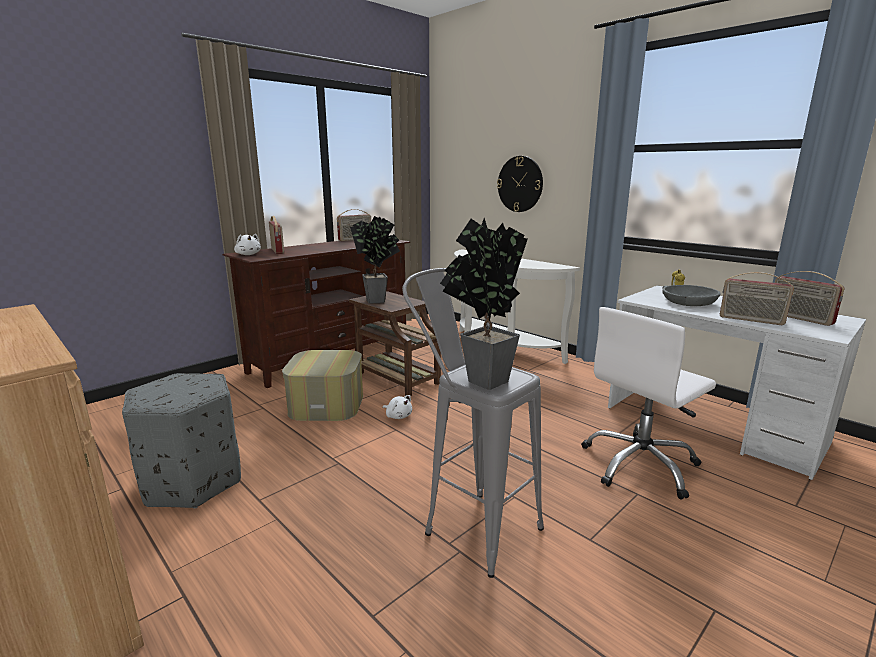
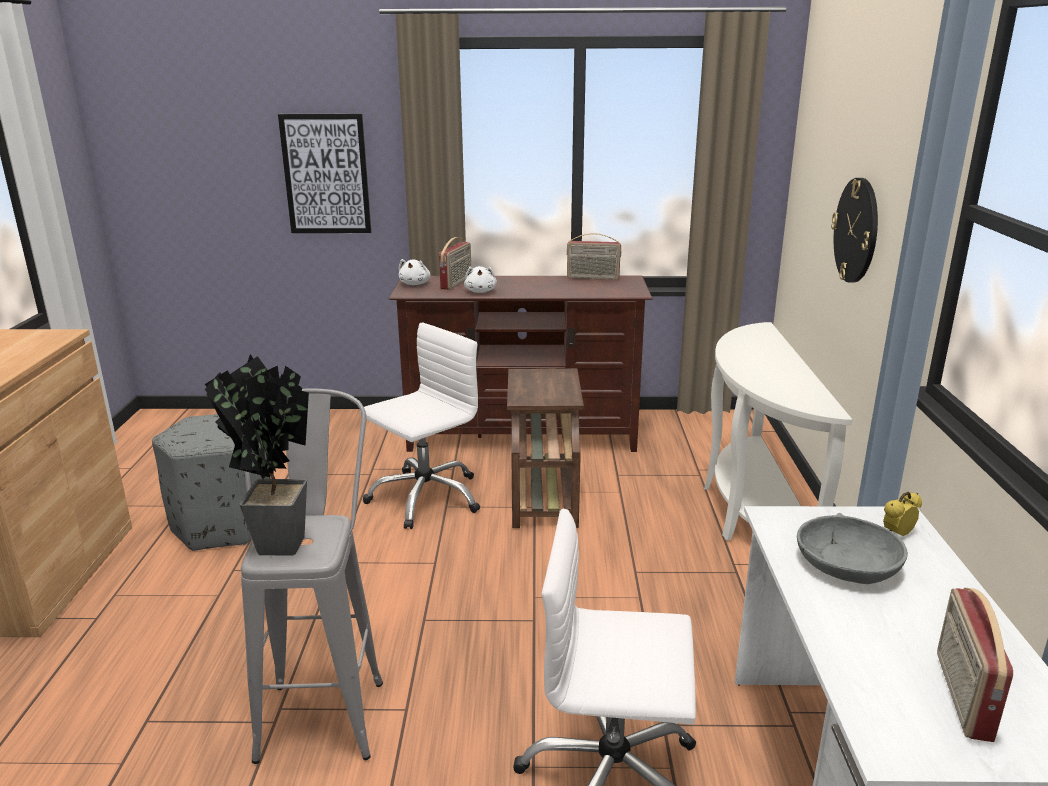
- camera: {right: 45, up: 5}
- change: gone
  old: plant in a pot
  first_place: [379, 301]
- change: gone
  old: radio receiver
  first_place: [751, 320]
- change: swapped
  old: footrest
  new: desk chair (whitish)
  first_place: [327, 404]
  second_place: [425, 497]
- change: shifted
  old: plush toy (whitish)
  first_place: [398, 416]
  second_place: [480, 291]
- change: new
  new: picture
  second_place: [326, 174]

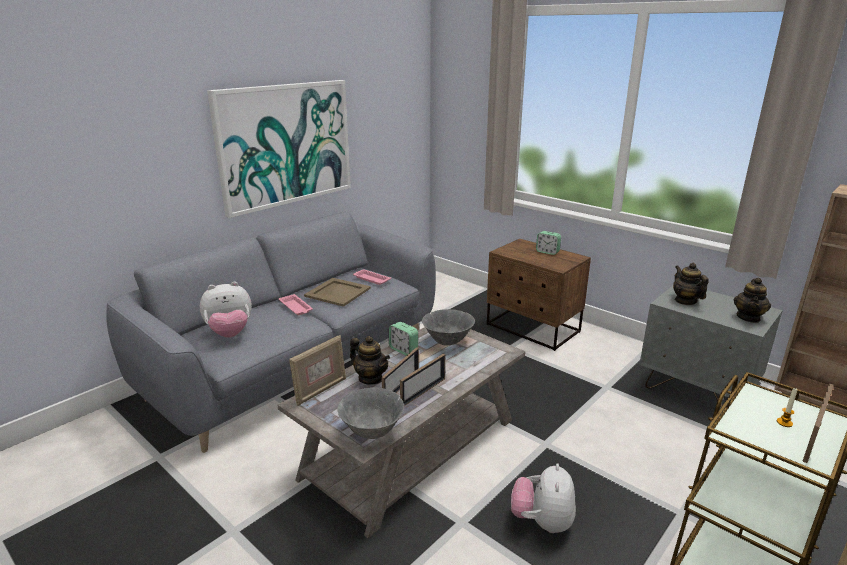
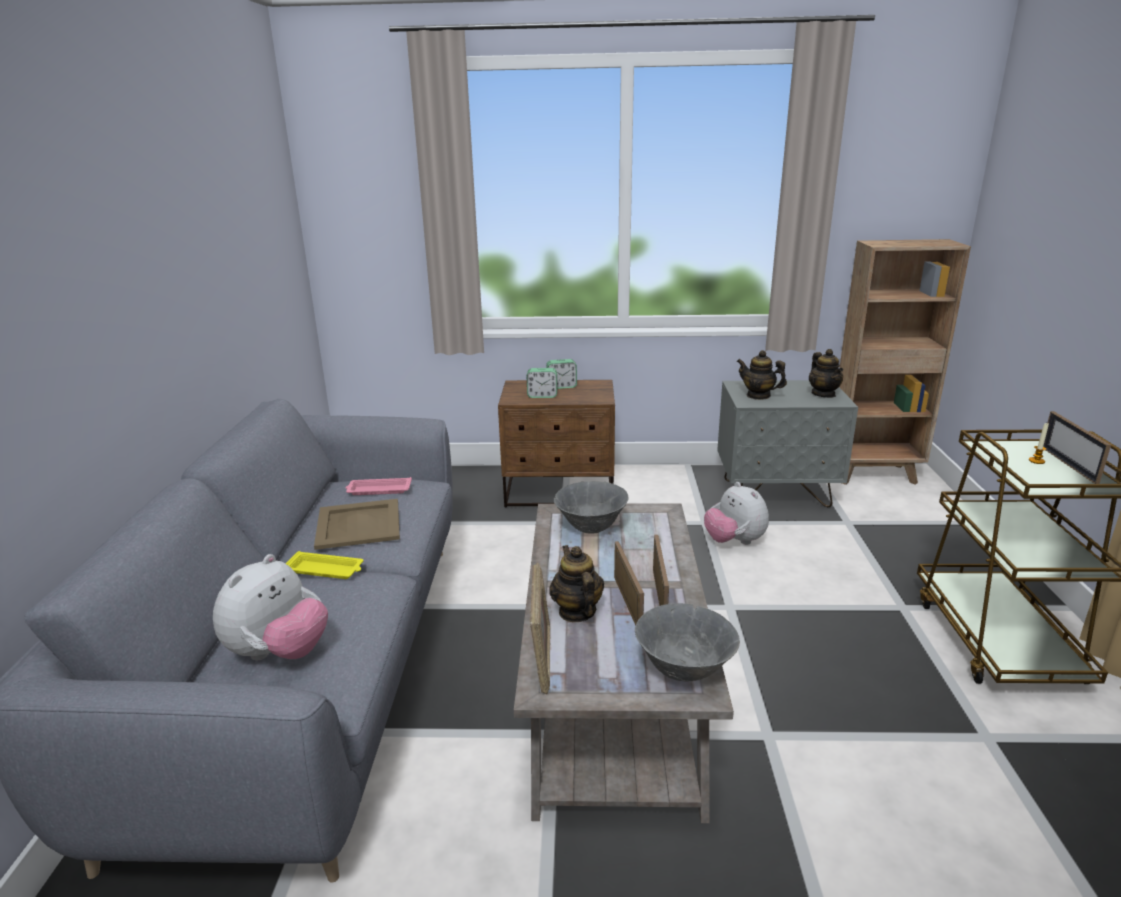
- camera: {right: -40, up: 0}
- change: gone
  old: picture
  first_place: [285, 144]
- change: repainted
  old: tray (pinkish)
  new: tray (yellowish)
  first_place: [296, 307]
  second_place: [325, 570]
- change: shifted
  old: table clock
  first_place: [403, 350]
  second_place: [542, 396]
- change: rotated
  old: teapot
  first_place: [370, 378]
  second_place: [576, 611]
  degrees: -105
- change: shifted
  old: plush toy
  first_place: [542, 522]
  second_place: [734, 541]

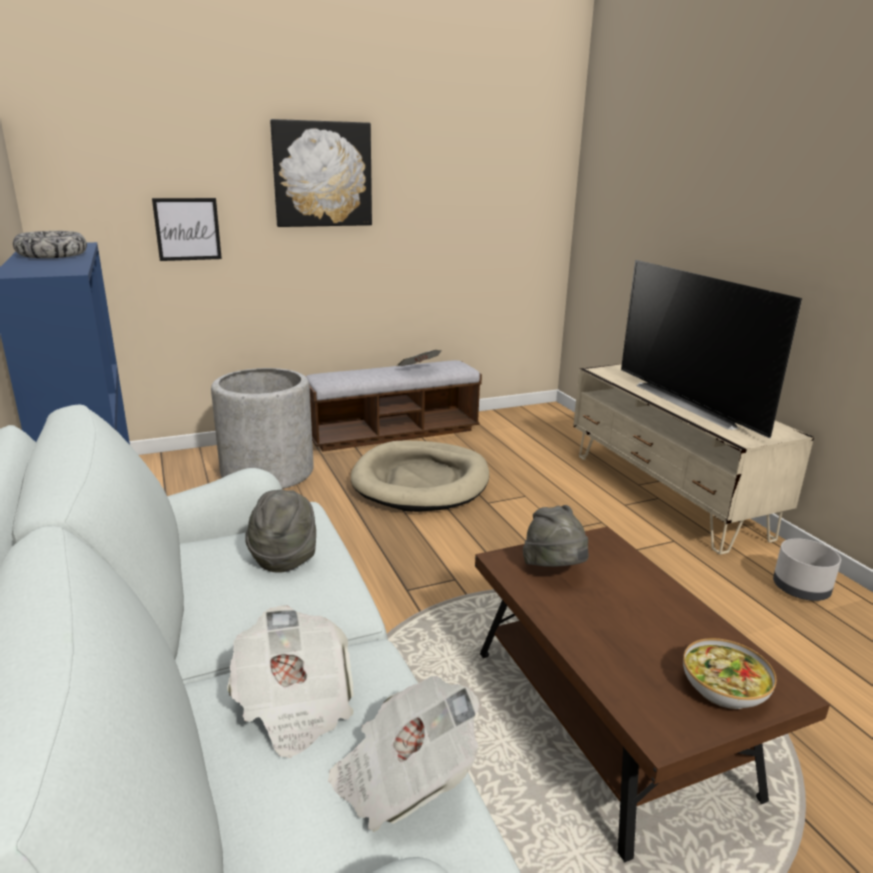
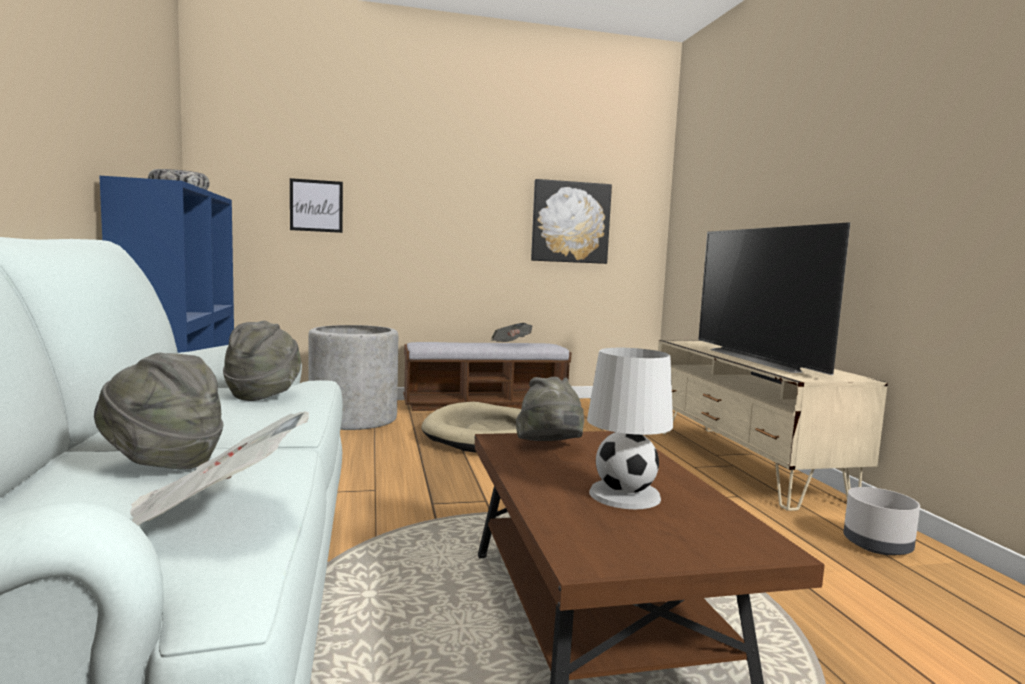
- camera: {right: 10, up: -15}
- change: shifted
  old: picture
  first_place: [322, 174]
  second_place: [570, 222]
- change: swapped
  old: printed paper
  new: wearable hat (greyish)
  first_place: [294, 705]
  second_place: [162, 462]
- change: gone
  old: deep dish
  first_place: [724, 688]
- change: new
  new: table lamp (whitish)
  second_place: [624, 495]

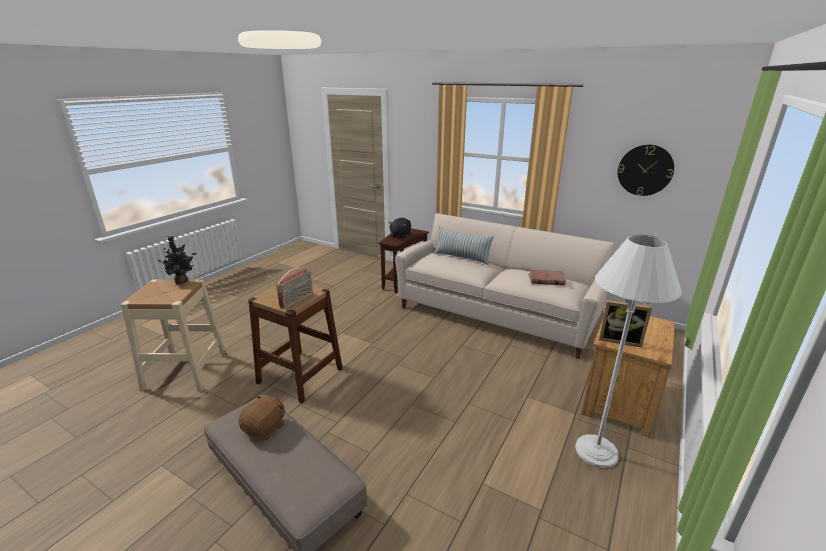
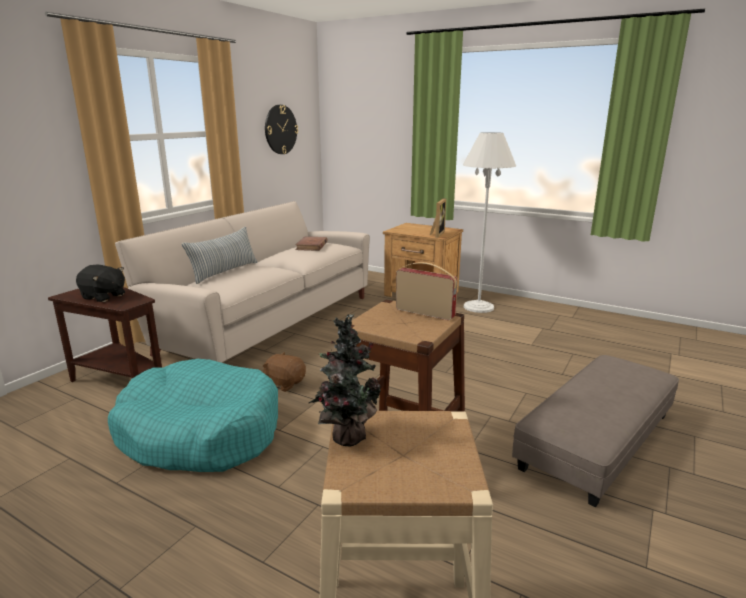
- camera: {right: -90, up: -5}
- change: shifted
  old: plush toy (brown)
  first_place: [265, 428]
  second_place: [285, 383]
- change: new
  new: dog bed (blue-green)
  second_place: [200, 432]

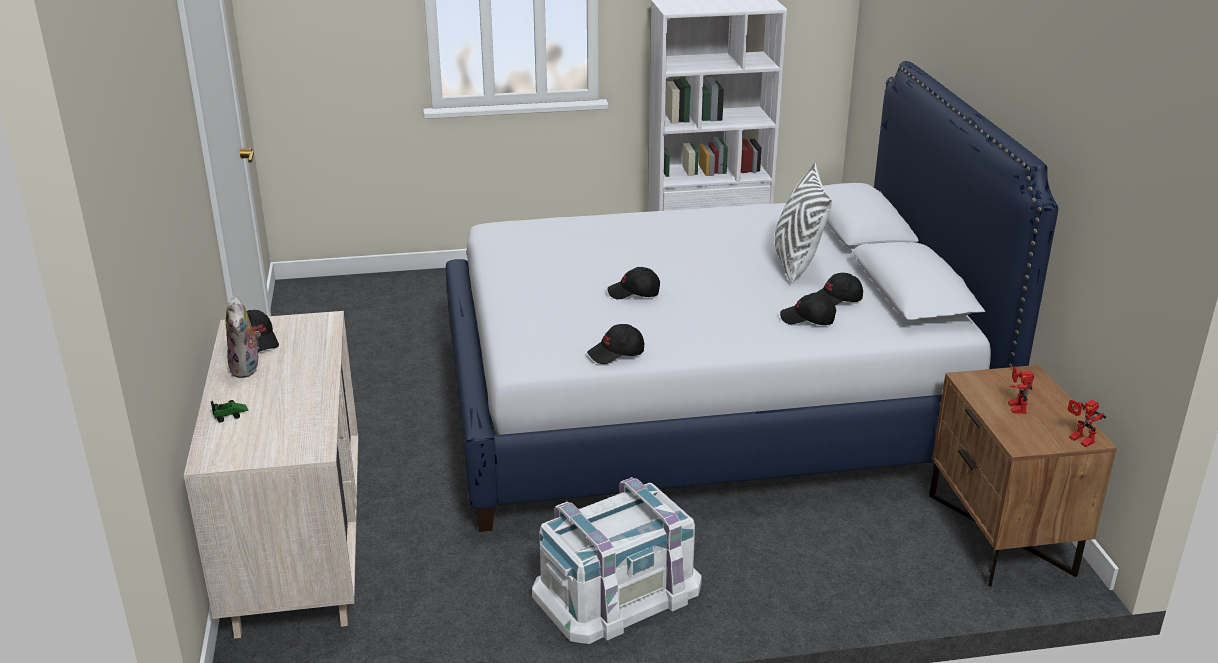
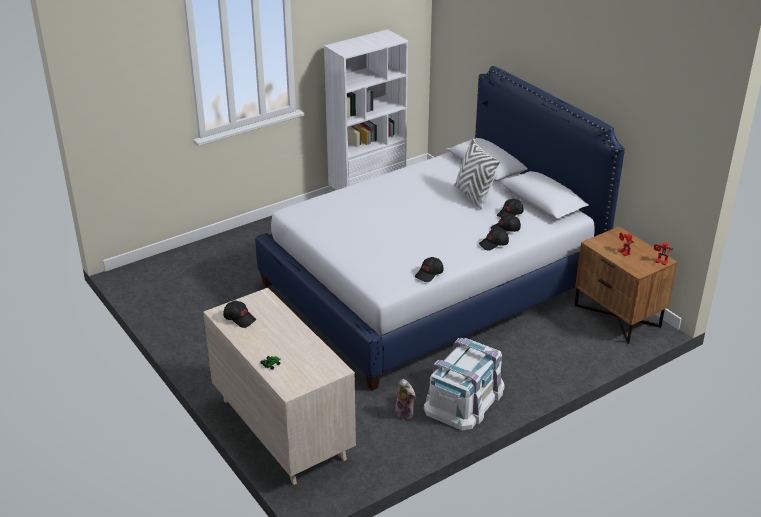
- camera: {right: -25, up: 5}
- change: shifted
  old: peaked cap (black-coloured)
  first_place: [634, 293]
  second_place: [494, 244]
- change: shifted
  old: plush toy
  first_place: [247, 369]
  second_place: [406, 413]

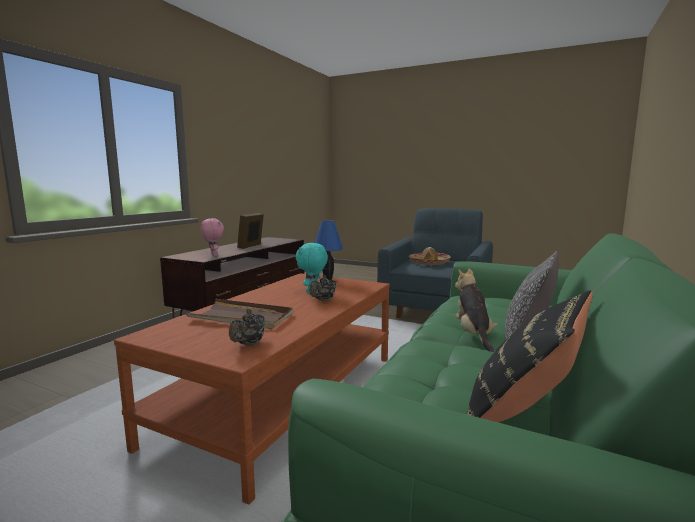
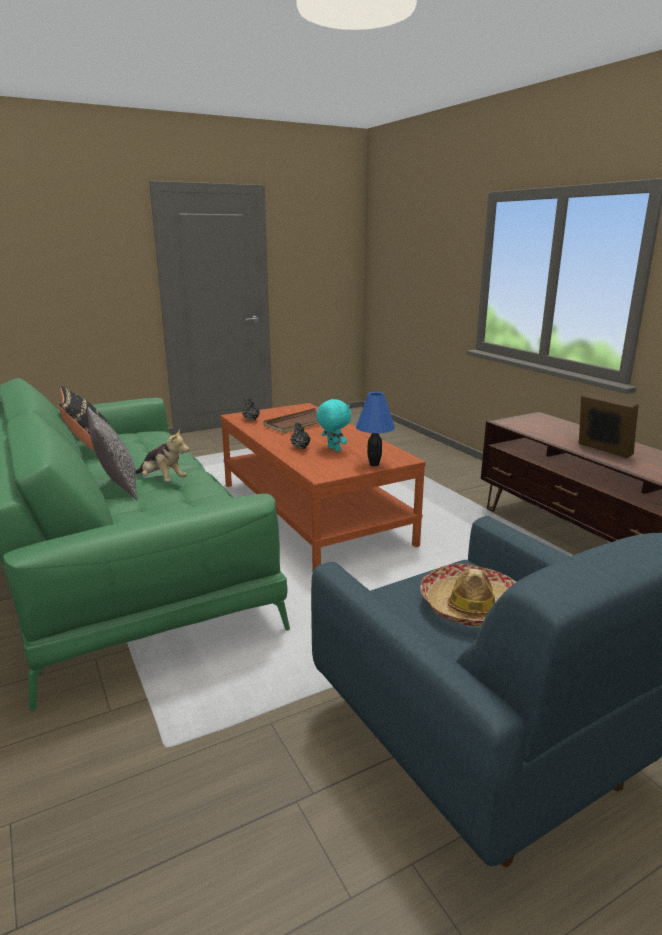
- camera: {right: 125, up: 10}
- change: gone
  old: plush toy (pinkish)
  first_place: [213, 255]

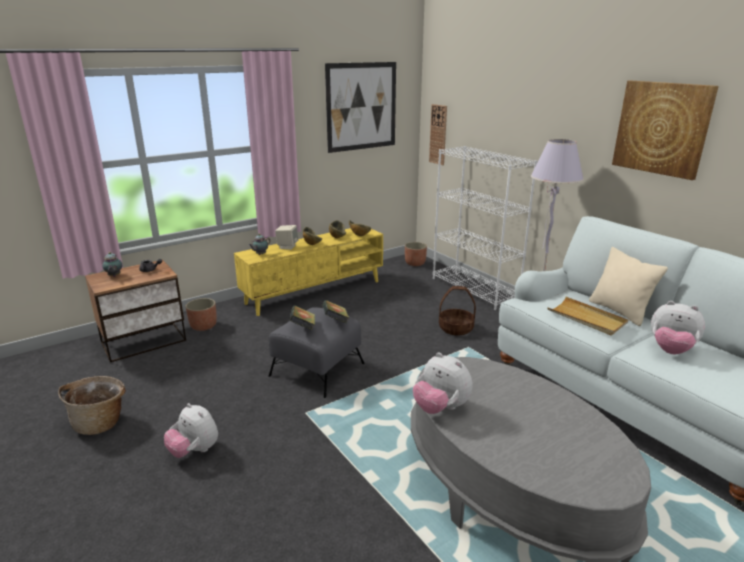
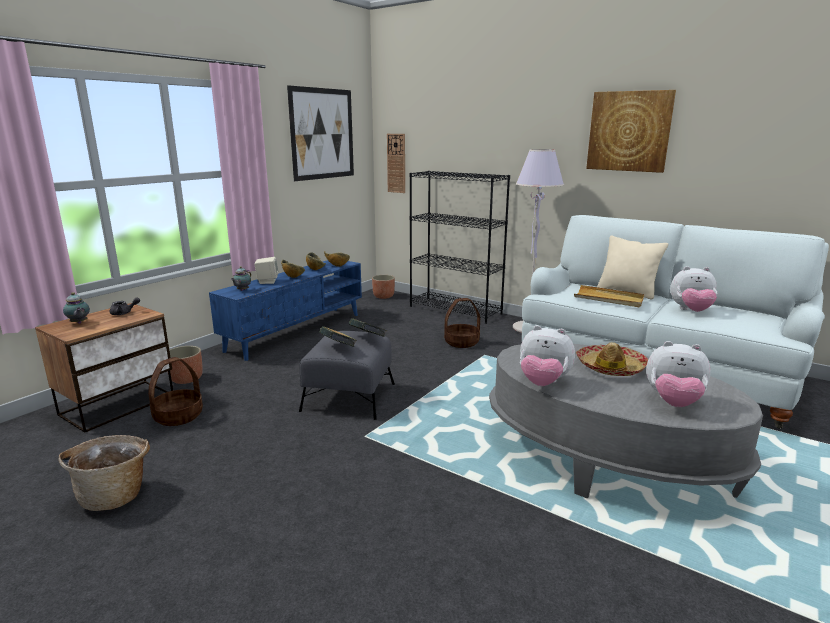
- camera: {right: -20, up: -5}
- change: repainted
  old: bookcase (whitish)
  new: bookcase (black-coloured)
  first_place: [475, 289]
  second_place: [456, 310]
- change: repainted
  old: tv unit (yellowish)
  new: tv unit (bluish)
  first_place: [314, 292]
  second_place: [296, 331]
- change: shifted
  old: plush toy
  first_place: [194, 451]
  second_place: [673, 402]
- change: new
  new: wearable hat
  second_place: [610, 367]
- change: new
  new: storage basket
  second_place: [178, 416]

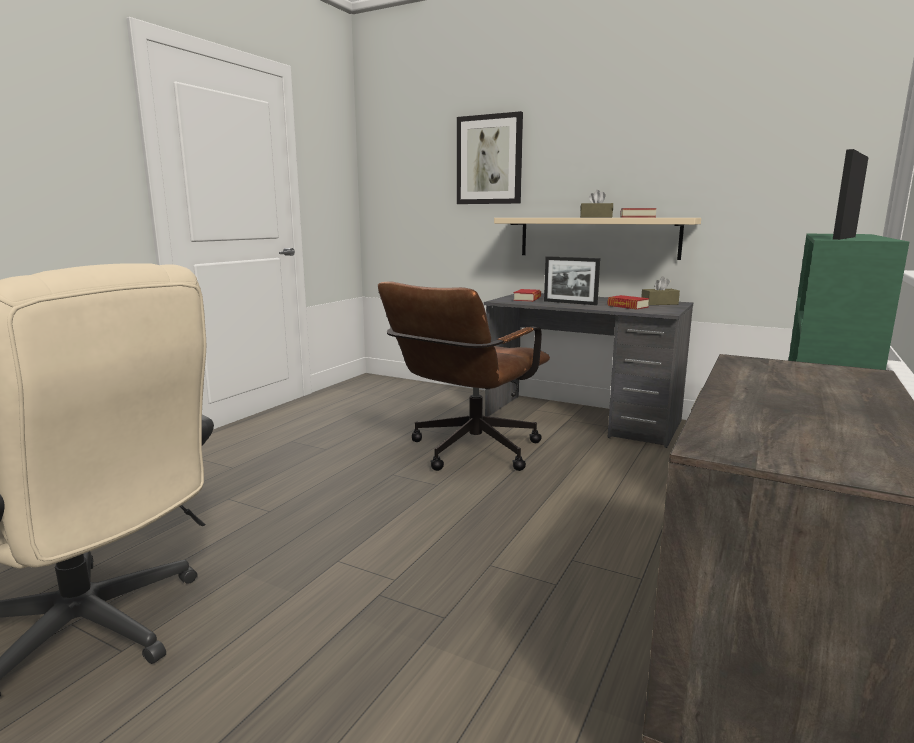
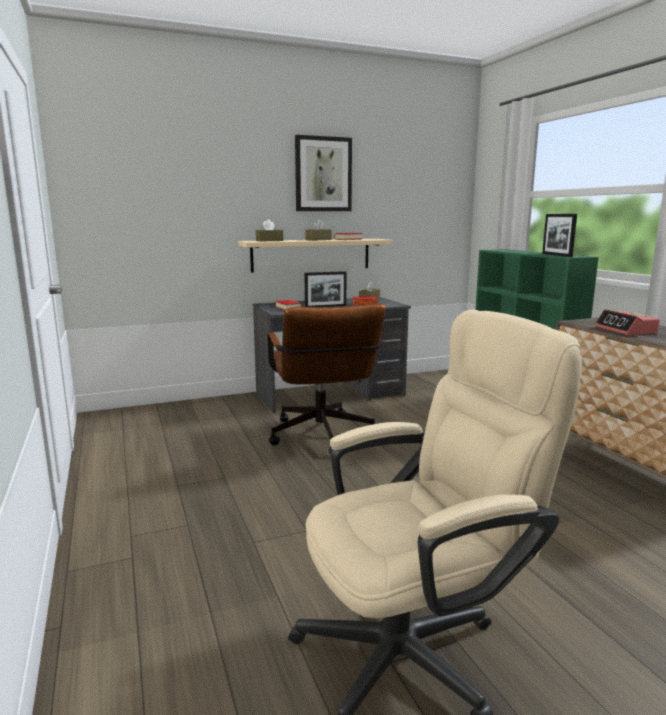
- camera: {right: -50, up: 0}
- change: shifted
  old: picture
  first_place: [489, 160]
  second_place: [323, 174]
- change: new
  new: tissue box (brown)
  second_place: [269, 241]
- change: new
  new: table clock
  second_place: [625, 330]

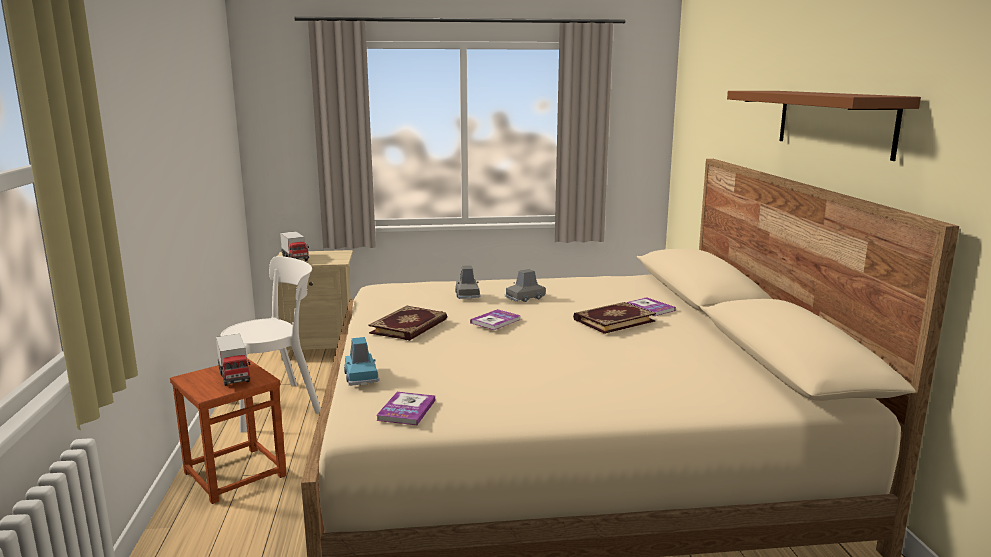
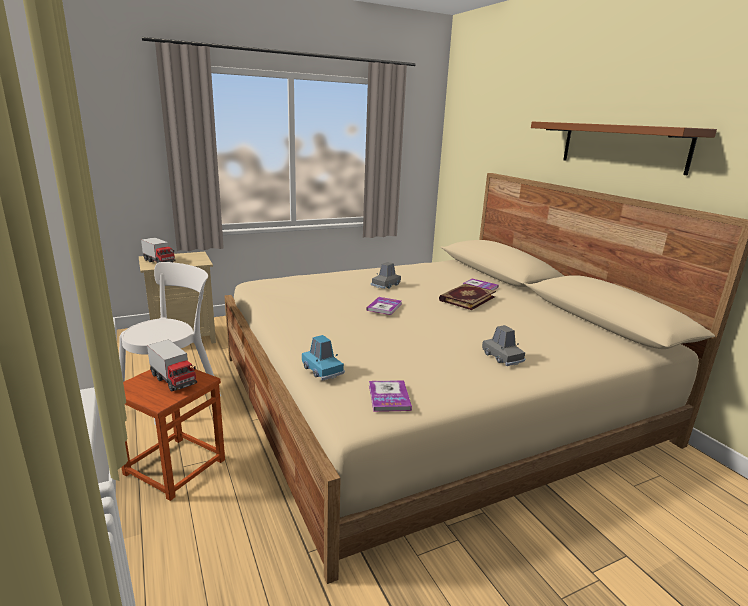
- camera: {right: -20, up: 5}
- change: shifted
  old: miniature car (greyish)
  first_place: [467, 294]
  second_place: [502, 357]
- change: gone
  old: volume
  first_place: [410, 326]

